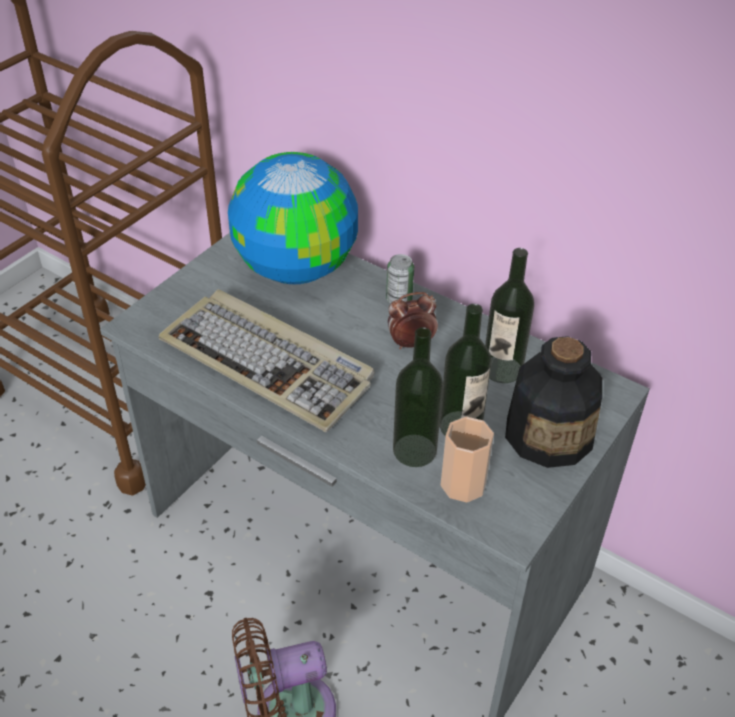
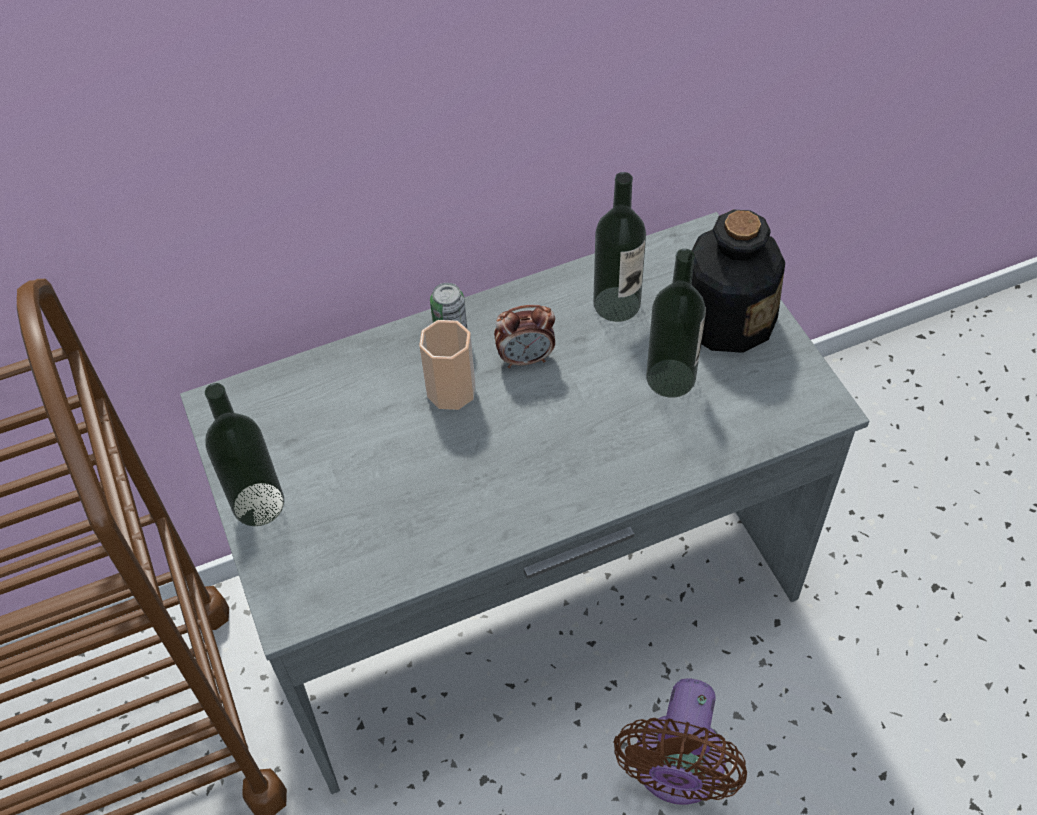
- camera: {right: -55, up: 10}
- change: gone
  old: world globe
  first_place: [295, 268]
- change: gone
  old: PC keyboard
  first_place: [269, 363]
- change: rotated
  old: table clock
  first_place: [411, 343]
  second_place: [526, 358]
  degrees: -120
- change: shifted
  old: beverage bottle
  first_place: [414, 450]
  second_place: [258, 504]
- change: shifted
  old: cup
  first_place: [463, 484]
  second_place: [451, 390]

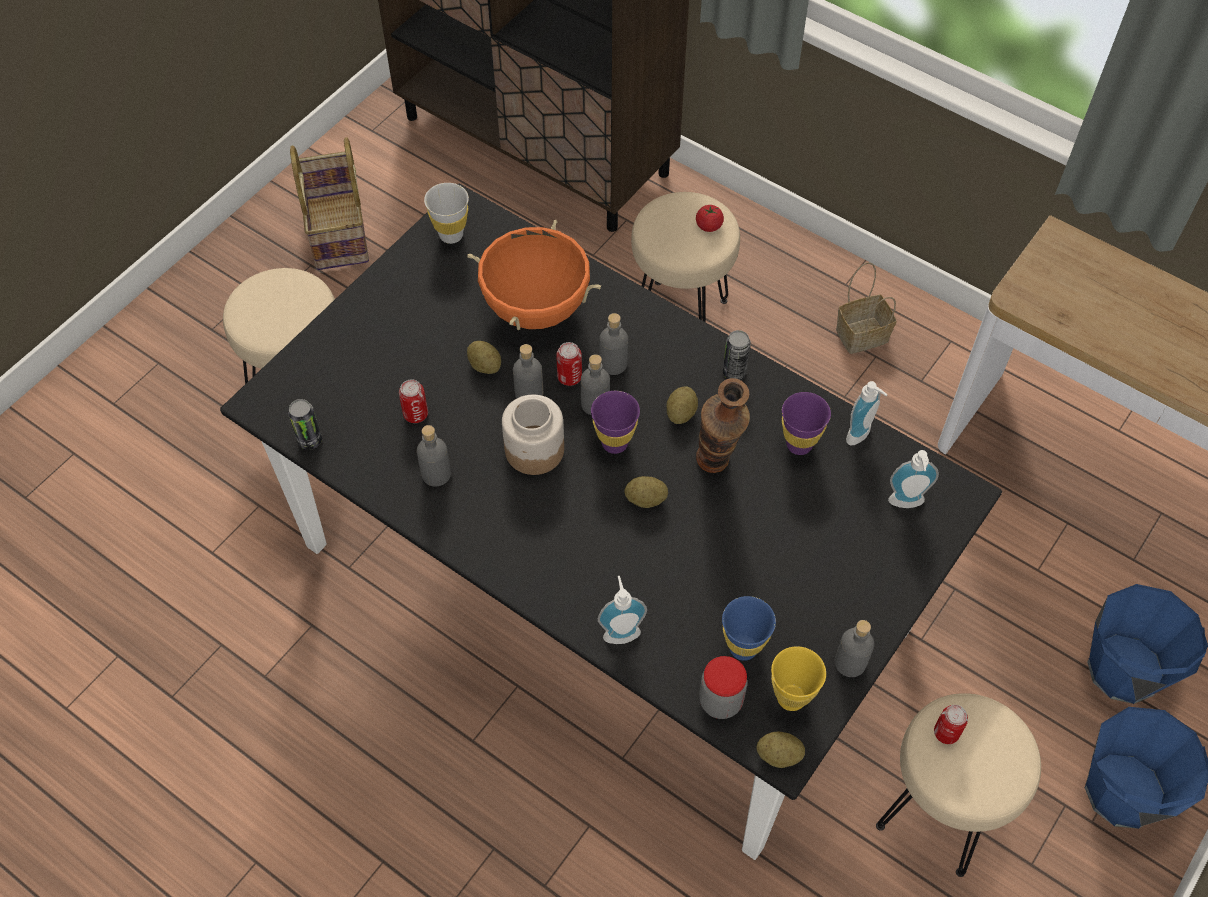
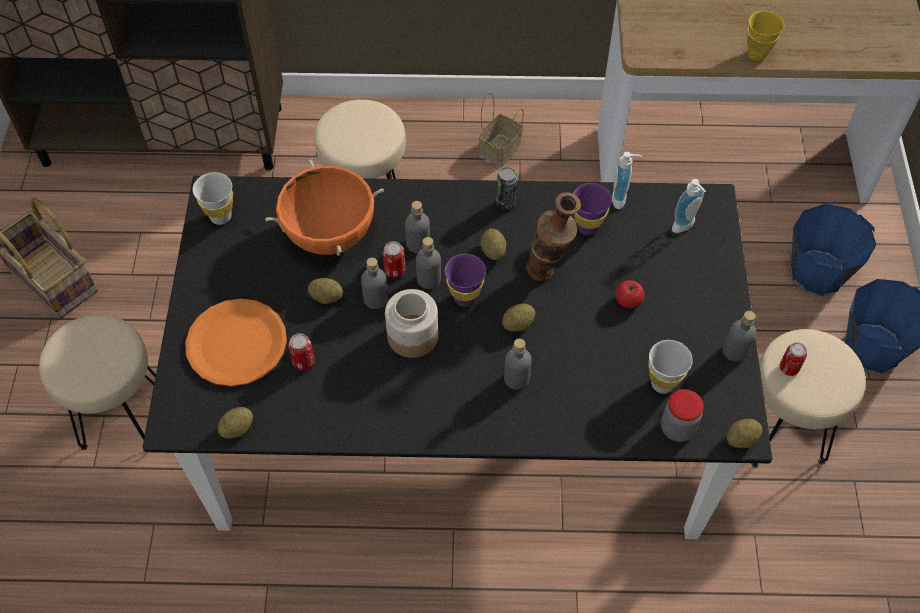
- camera: {right: -35, up: 0}
- change: shifted
  old: fresh tomato
  first_place: [709, 226]
  second_place: [628, 300]
- change: swapped
  old: sealed can
  new: spud
  first_place: [310, 440]
  second_place: [237, 429]
- change: shifted
  old: beverage bottle (greyish)
  first_place: [436, 474]
  second_place: [516, 378]
- change: gone
  old: liquid soap bottle
  first_place: [620, 631]
- change: repainted
  old: cup (bluish)
  new: cup (whitish)
  first_place: [743, 648]
  second_place: [662, 384]
- change: shifted
  old: cup (yellowish)
  first_place: [791, 698]
  second_place: [757, 54]
- change: new
  new: dinner plate (orangey)
  second_place: [237, 343]

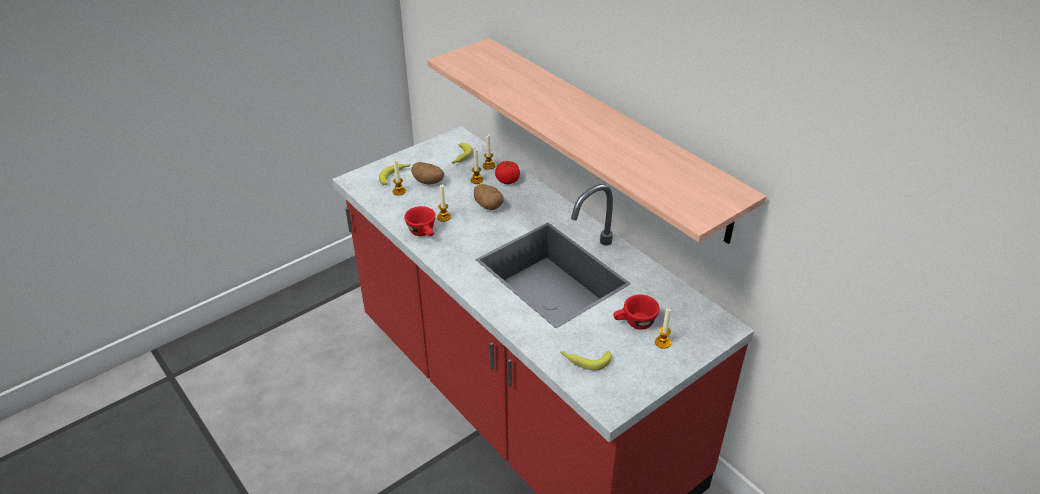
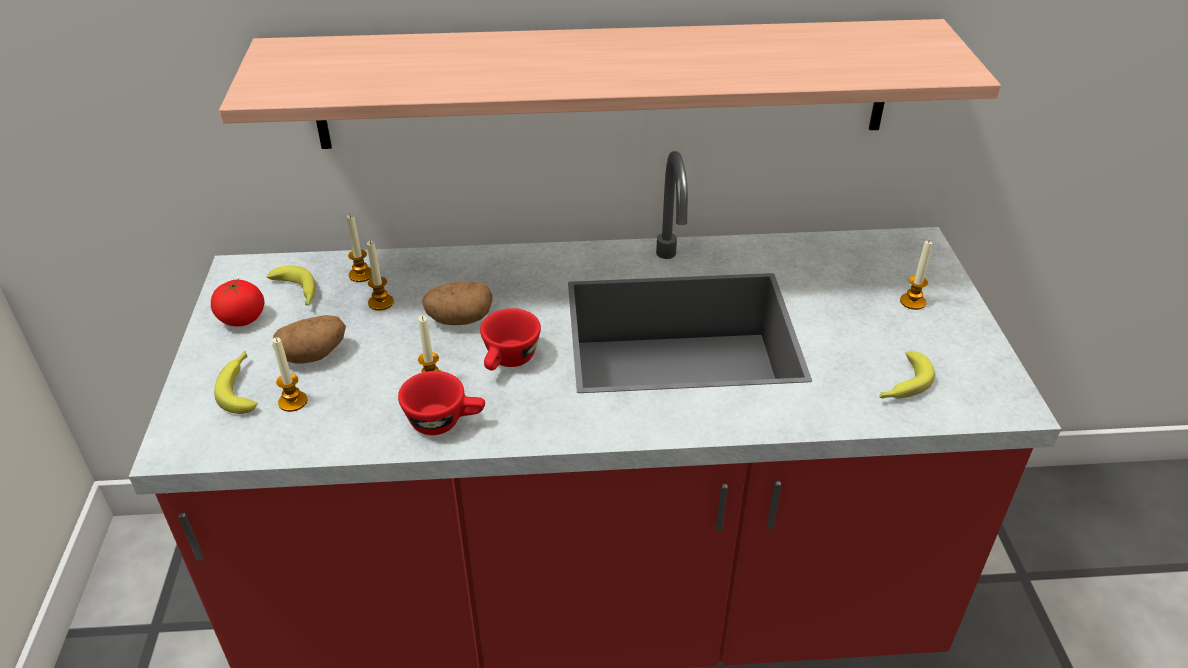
- camera: {right: -55, up: 0}
- change: shifted
  old: fresh tomato
  first_place: [507, 181]
  second_place: [242, 319]
- change: shifted
  old: cup (red)
  first_place: [634, 323]
  second_place: [509, 361]

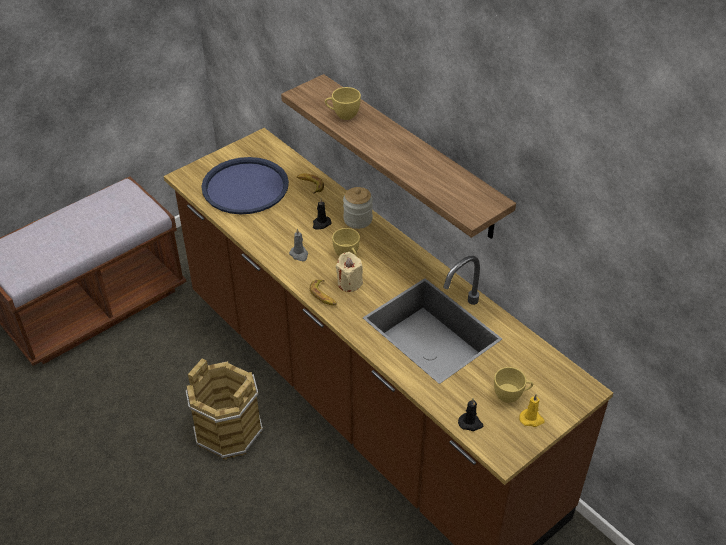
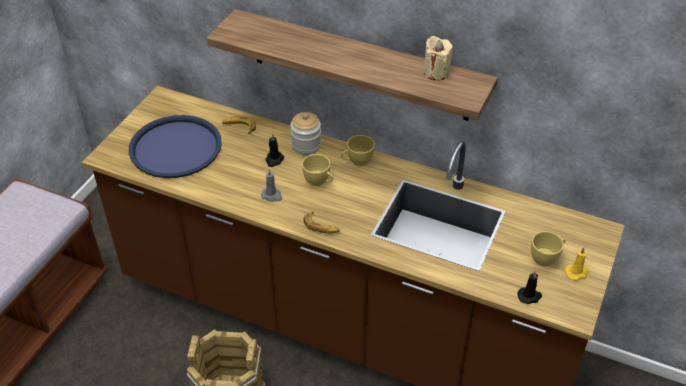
- camera: {right: -25, up: 0}
- change: shifted
  old: cup (yellowish)
  first_place: [342, 115]
  second_place: [357, 162]
- change: shifted
  old: candle (beige)
  first_place: [349, 283]
  second_place: [436, 72]

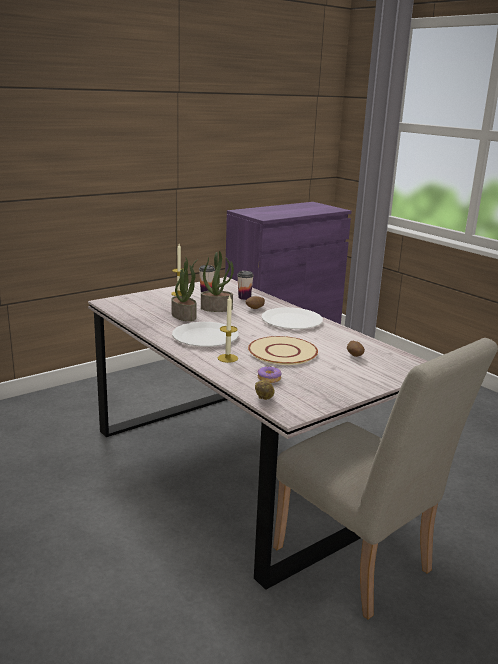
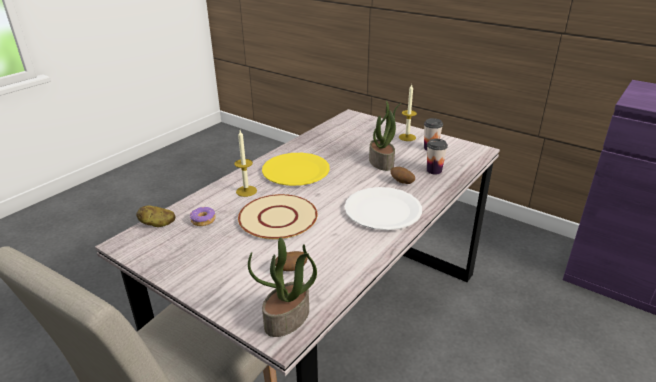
- camera: {right: 75, up: 10}
- change: shifted
  old: plant in a pot
  first_place: [184, 316]
  second_place: [287, 319]
- change: repainted
  old: dinner plate (whitish)
  new: dinner plate (yellowish)
  first_place: [205, 336]
  second_place: [295, 171]

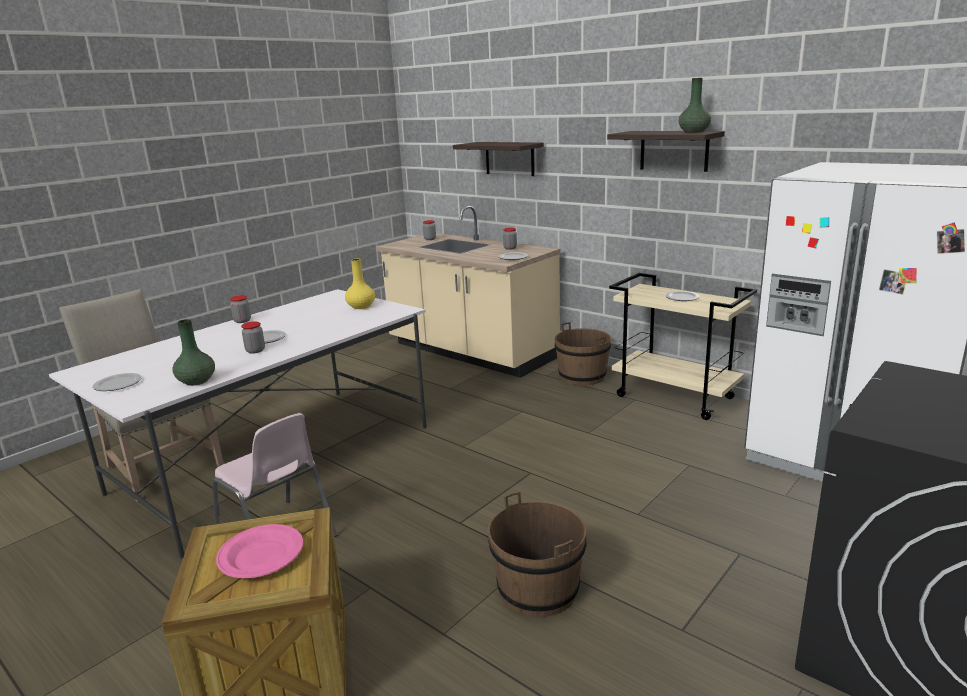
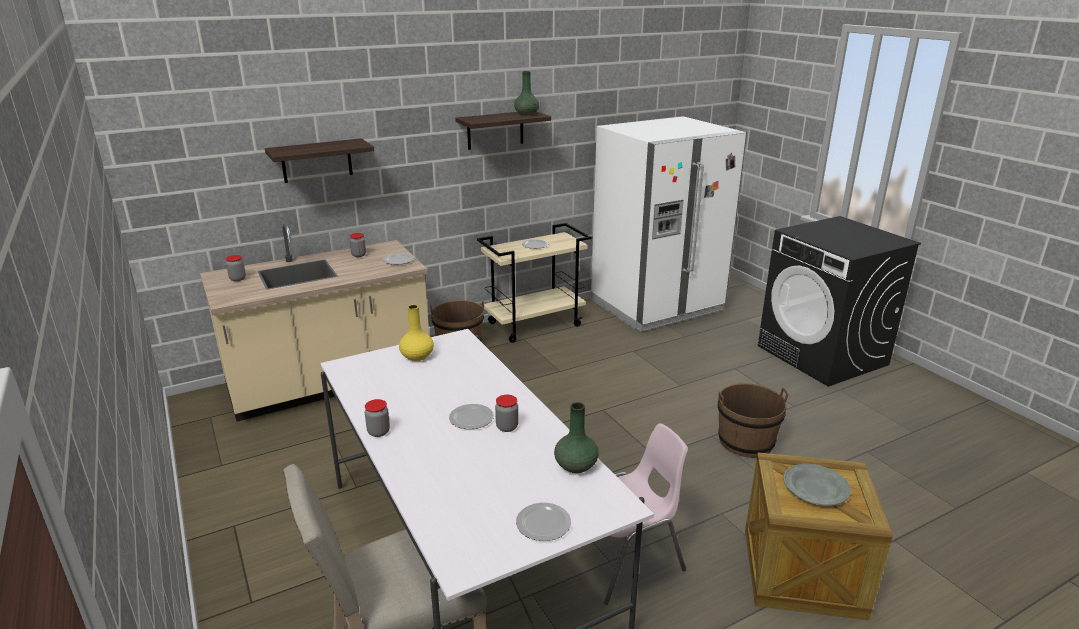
- camera: {right: -70, up: 5}
- change: repainted
  old: dinner plate (pinkish)
  new: dinner plate (greyish)
  first_place: [262, 555]
  second_place: [815, 487]

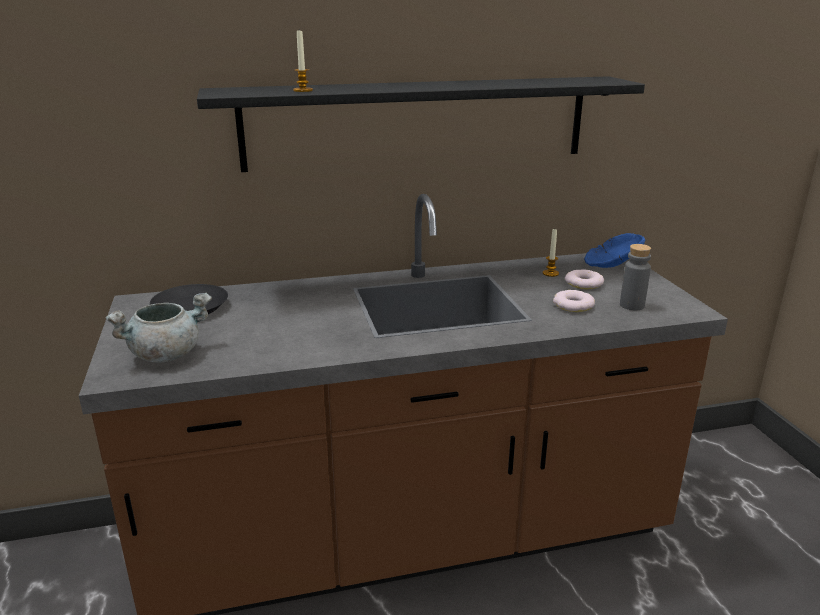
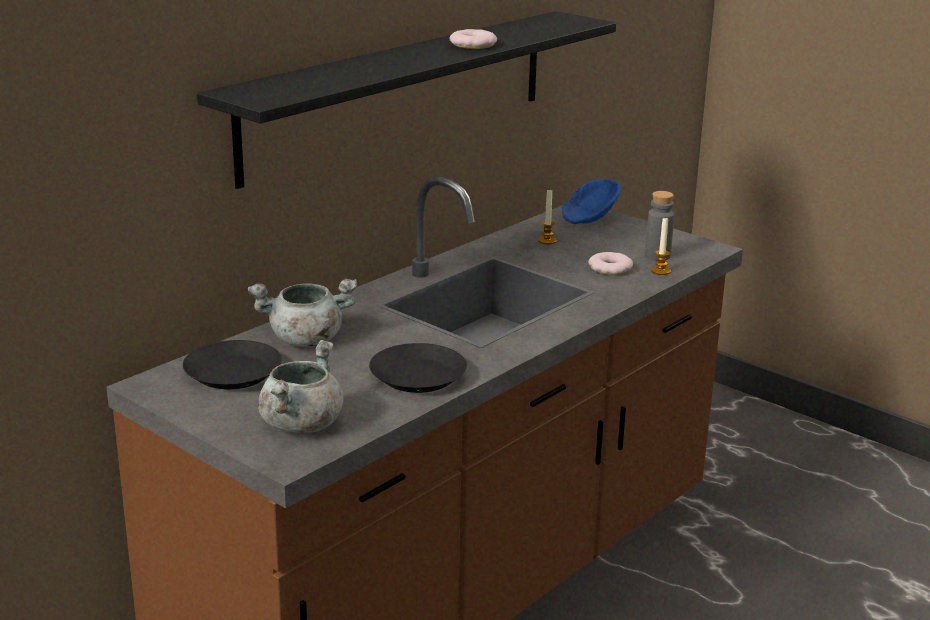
- camera: {right: -35, up: 0}
- change: shifted
  old: candle
  first_place: [303, 90]
  second_place: [660, 271]
- change: shifted
  old: doughnut
  first_place: [583, 283]
  second_place: [473, 45]
- change: new
  new: cooking pot (greyish)
  second_place: [305, 340]
- change: new
  new: dinner plate (black-coloured)
  second_place: [417, 376]

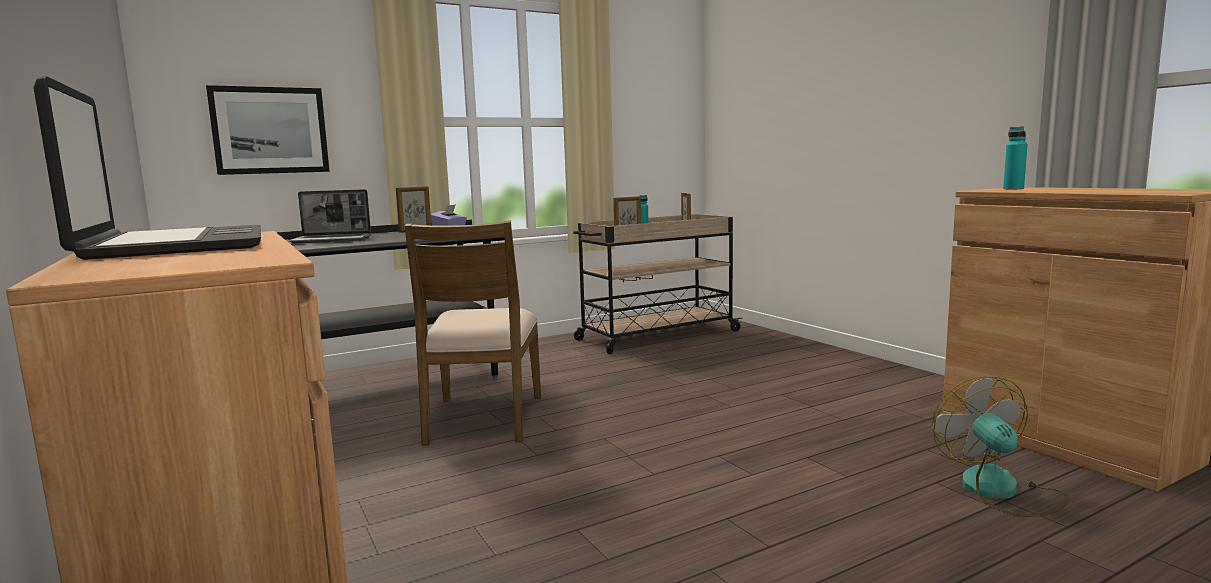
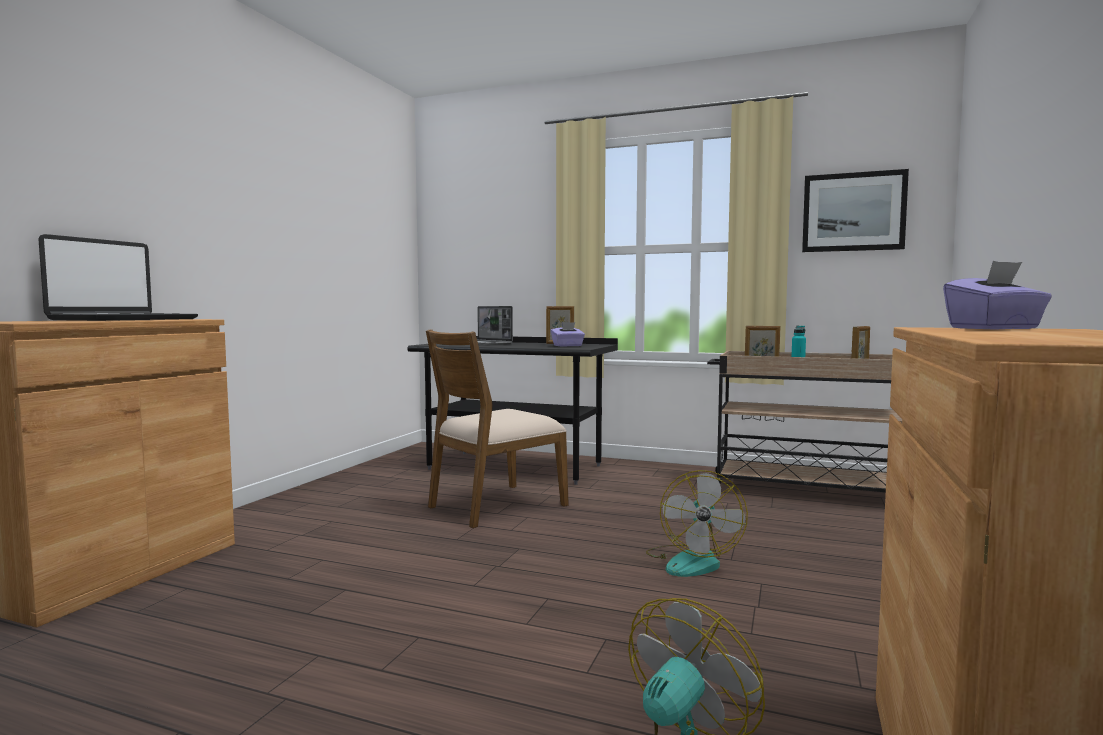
- camera: {right: 50, up: -5}
- change: shifted
  old: picture
  first_place: [270, 130]
  second_place: [853, 212]
- change: swapped
  old: beverage bottle (blue-green)
  new: tissue box (purple-coloured)
  first_place: [1013, 189]
  second_place: [995, 328]
- change: new
  new: electric fan
  second_place: [692, 561]

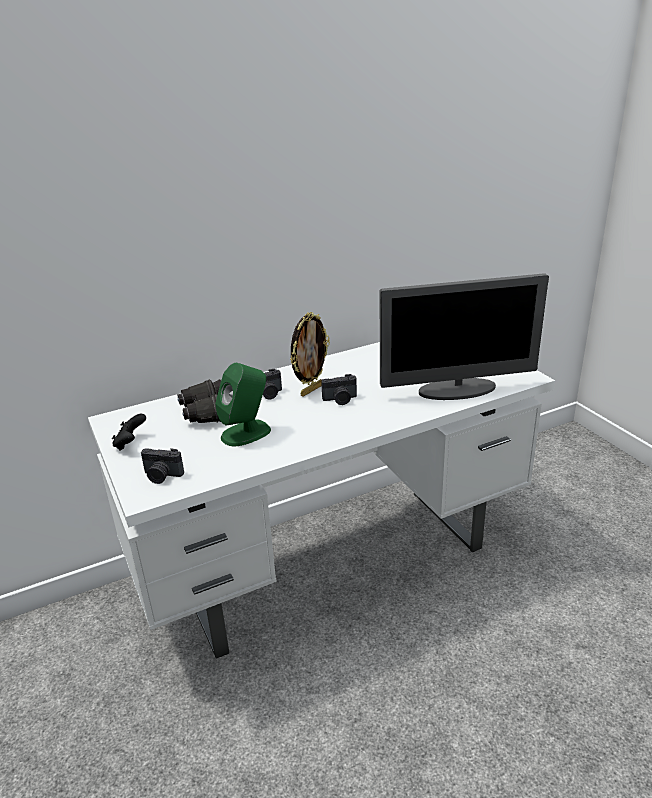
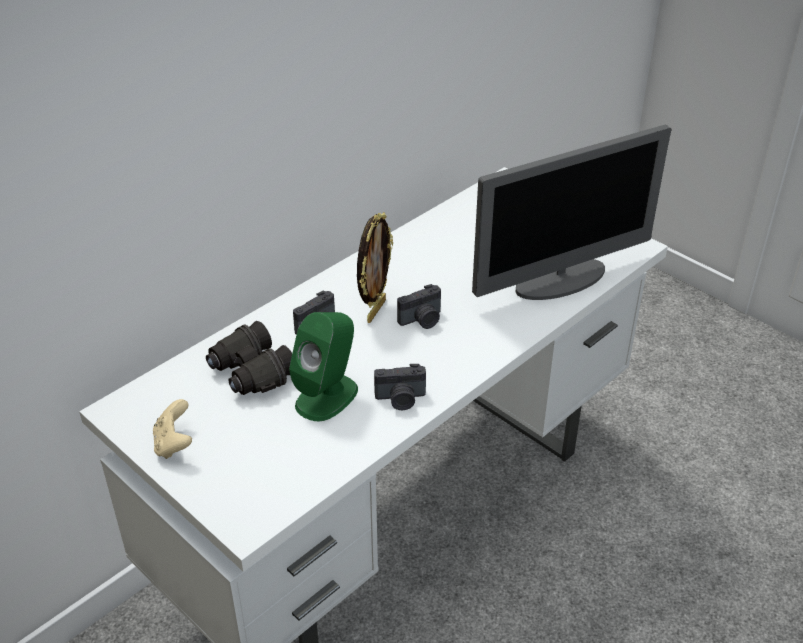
- camera: {right: -20, up: 10}
- change: repainted
  old: gamepad (black-coloured)
  new: gamepad (beige)
  first_place: [130, 443]
  second_place: [174, 444]
- change: shifted
  old: photo camera
  first_place: [162, 476]
  second_place: [400, 399]

